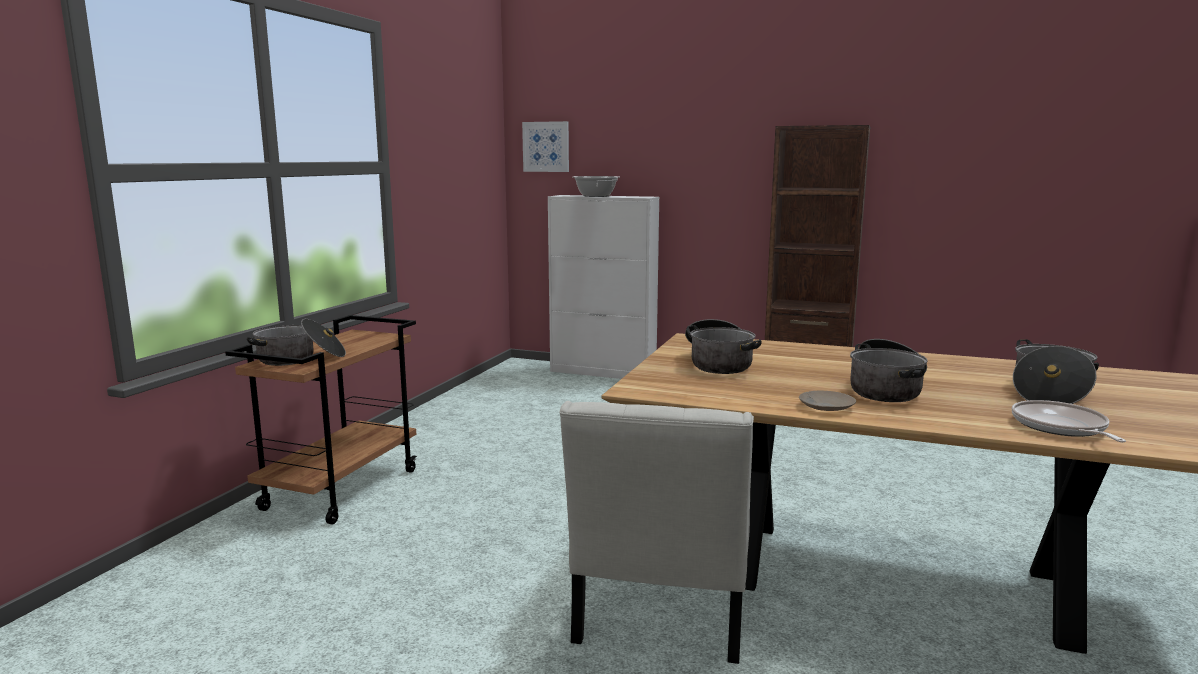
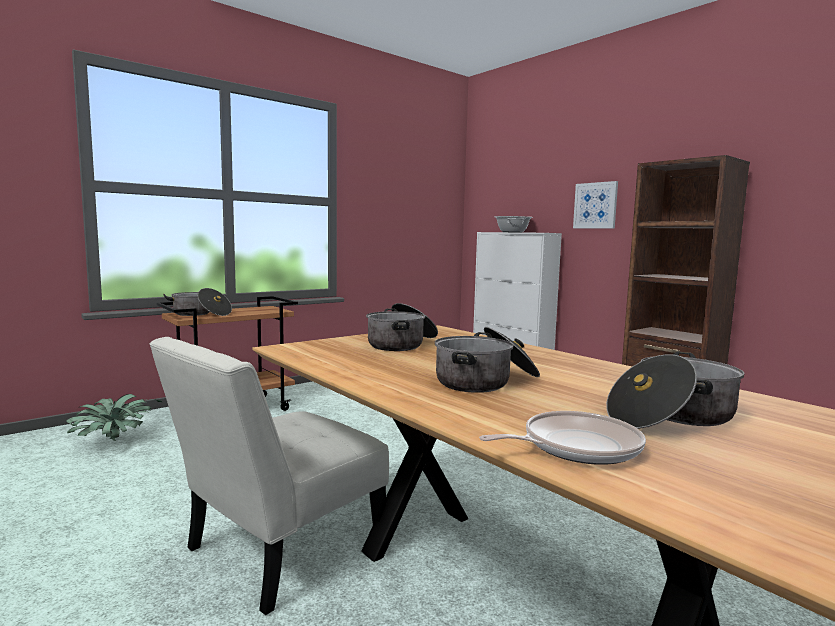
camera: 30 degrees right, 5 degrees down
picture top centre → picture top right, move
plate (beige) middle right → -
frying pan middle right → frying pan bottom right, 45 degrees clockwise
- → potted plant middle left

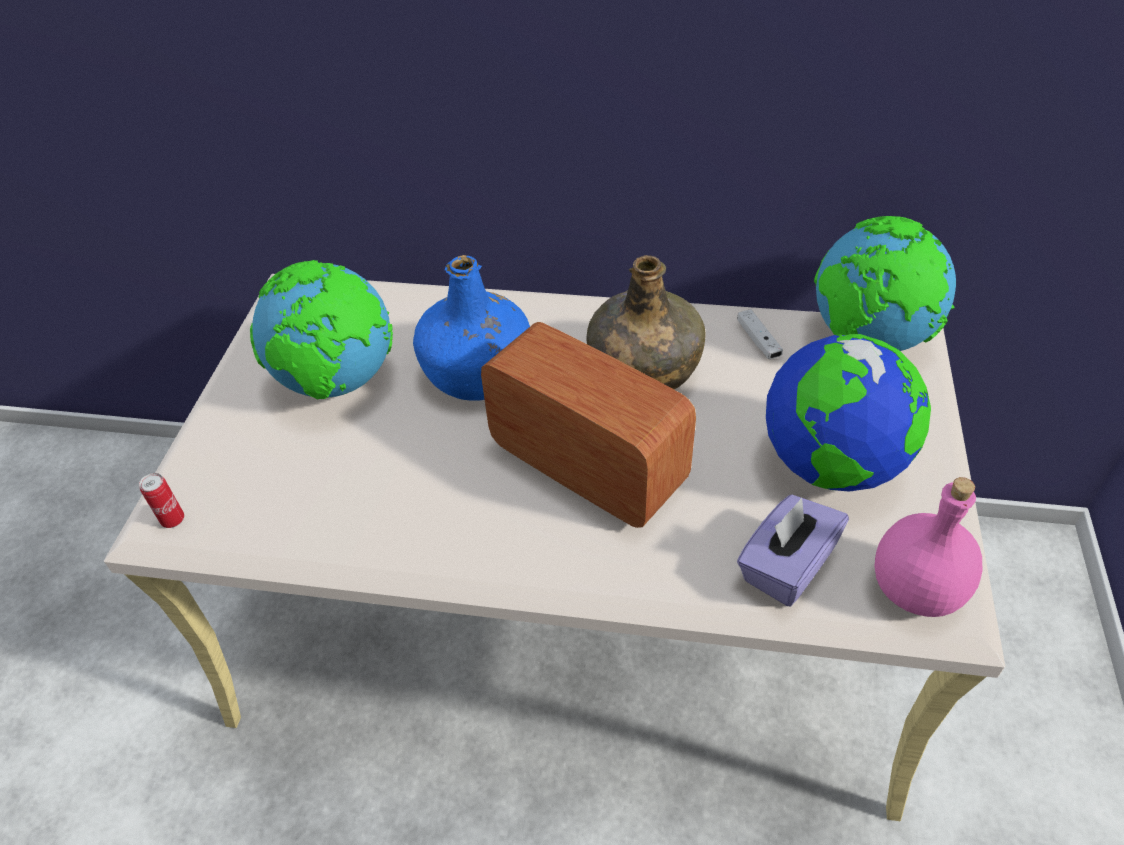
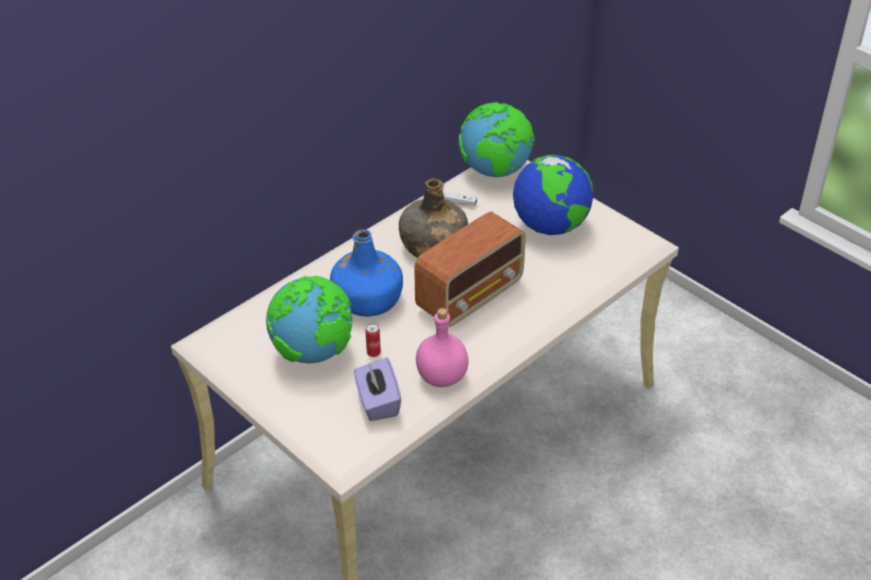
camera: 55 degrees left, 5 degrees down
radio centre, 150 degrees clockwise
can middle left → can centre, move
bottle (pink) middle right → bottle (pink) centre, move
tissue box (purple) middle right → tissue box (purple) bottom centre, move

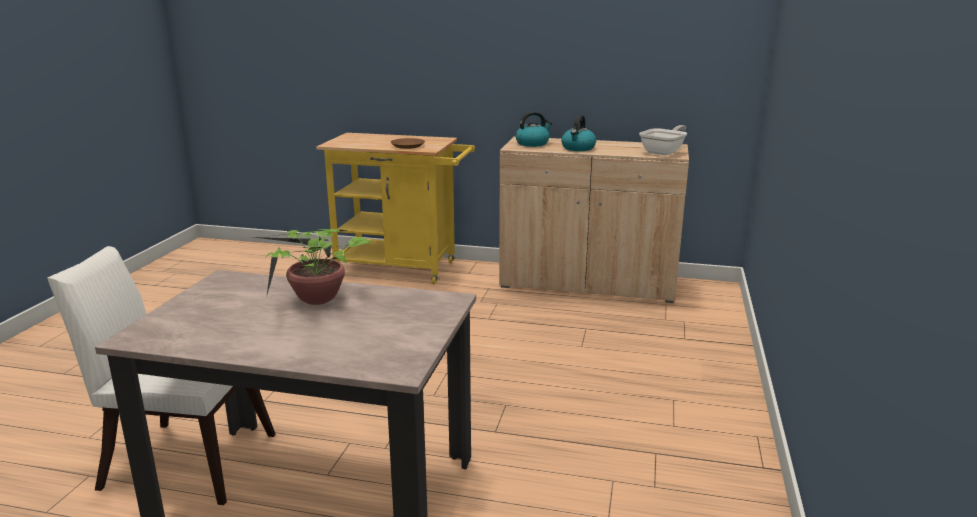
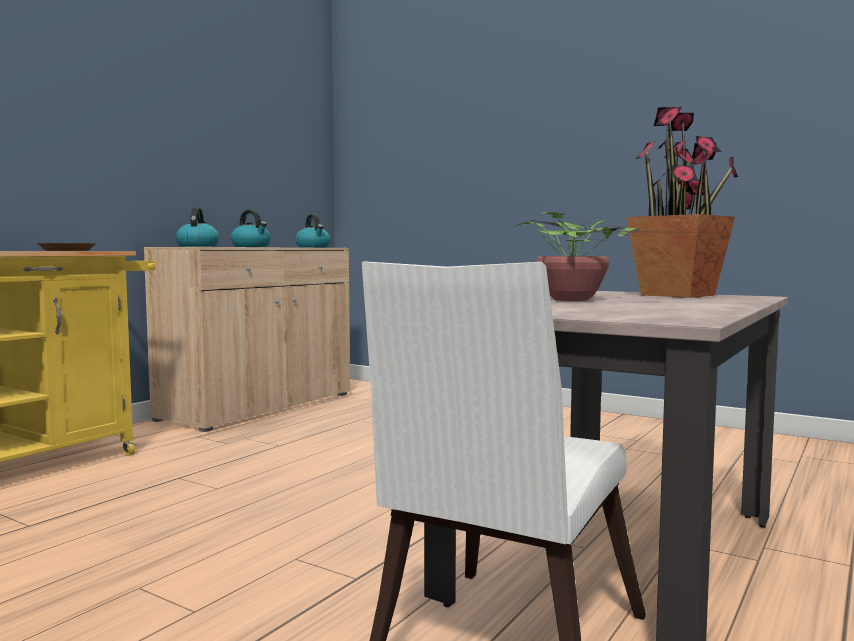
camera: 70 degrees left, 15 degrees down
frying pan top right → kettle (3rd from left) centre
- → potted plant (2nd from left) top right

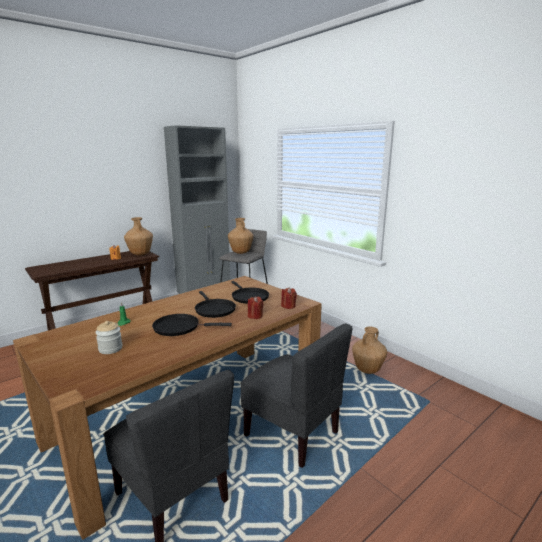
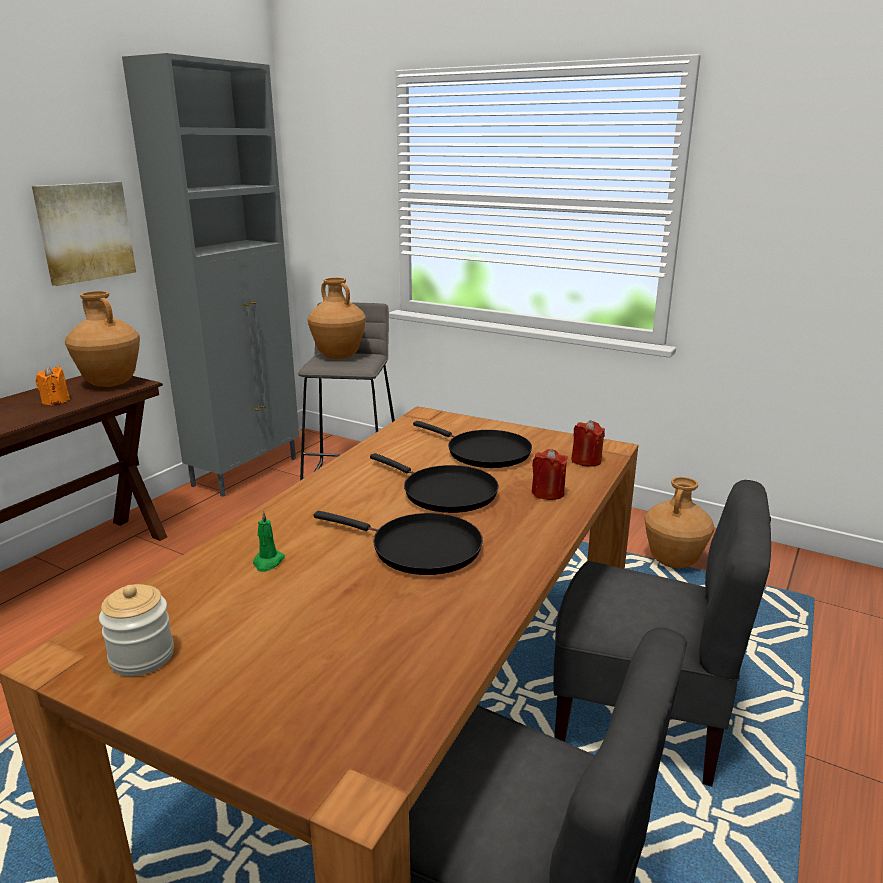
camera: 20 degrees left, 5 degrees up
frying pan (black) (1st from left) centre, 135 degrees counterclockwise
jar middle left → jar bottom left, move
- → picture top left

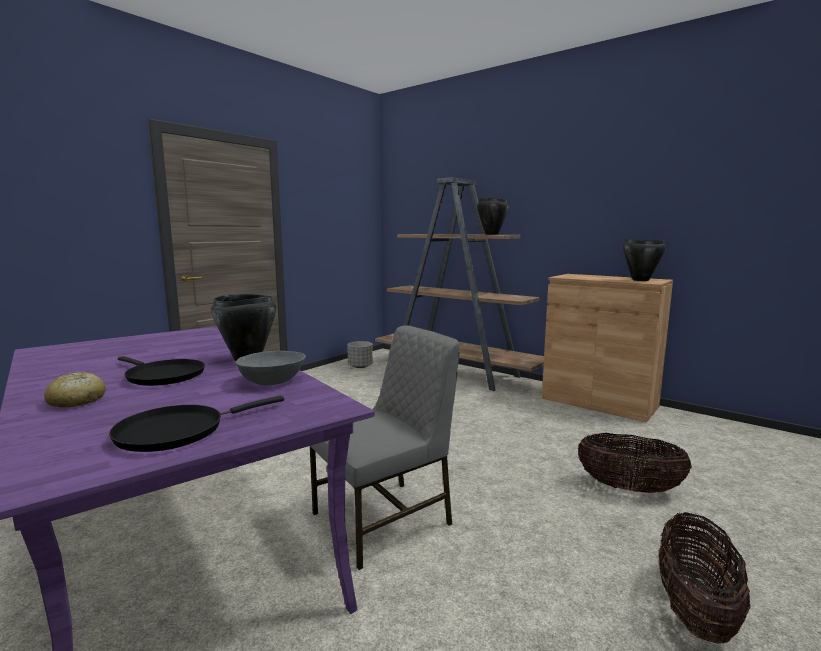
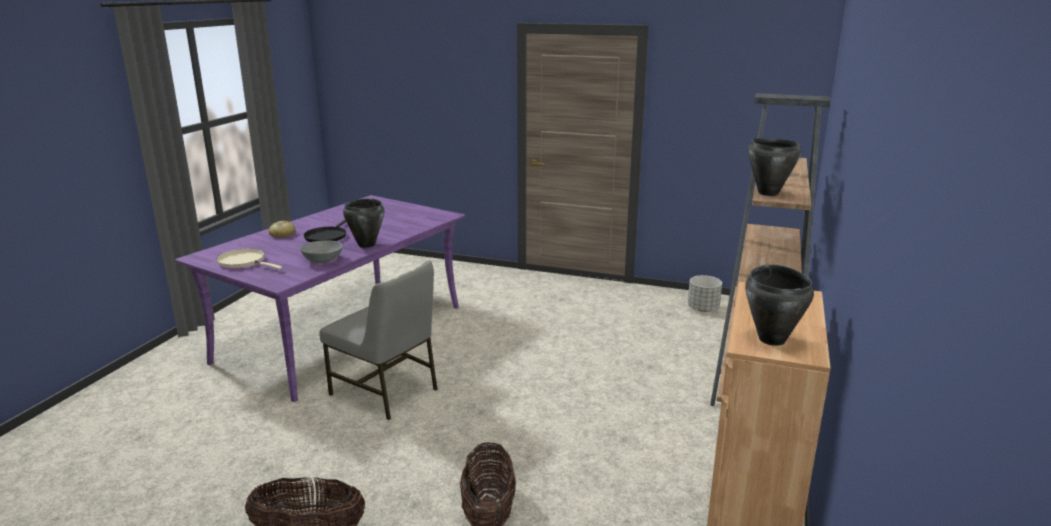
camera: 70 degrees right, 10 degrees up
frying pan (black) (2nd from left) middle left → frying pan (beige) middle left

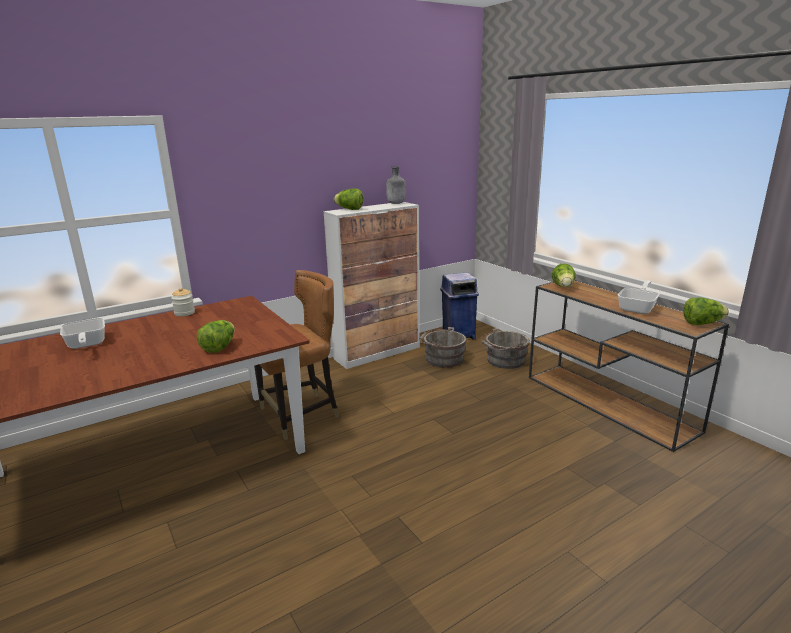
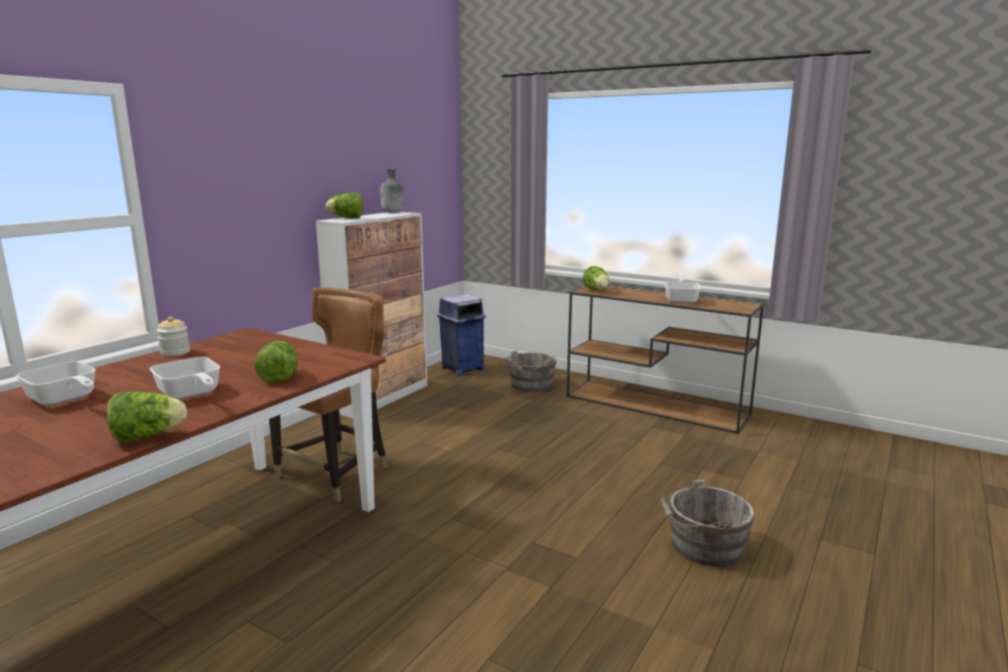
camera: 25 degrees left, 5 degrees down
lettuce (4th from left in the first image) middle right → lettuce (1st from left) middle left, move
bucket (grey) (1st from left in the first image) centre → bucket (grey) (2nd from left) bottom right, move
- → frying pan (2nd from left) middle left

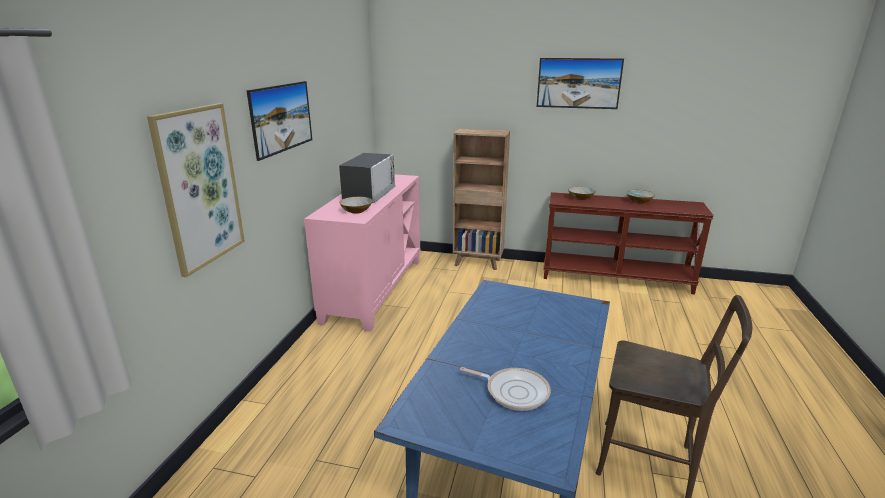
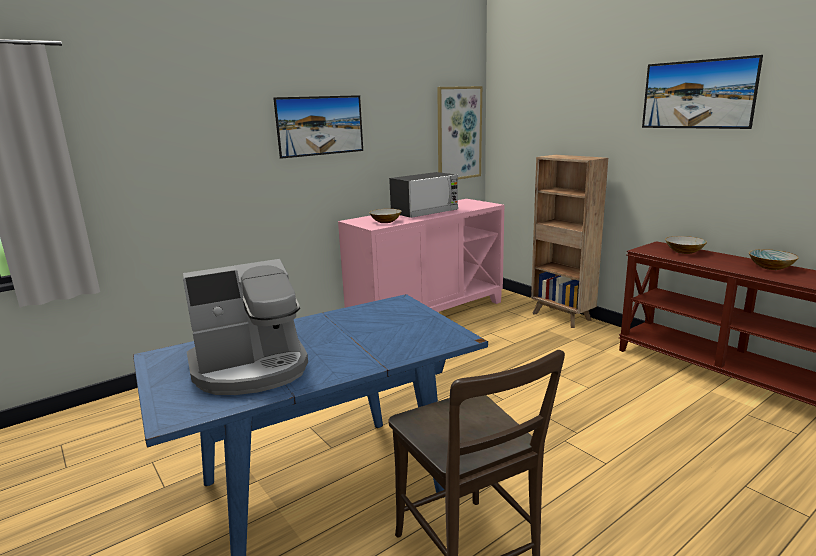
camera: 40 degrees right, 5 degrees down
picture (1st from left in the first image) middle left → picture (2nd from left) top centre, move
frying pan bottom centre → coffee machine middle left

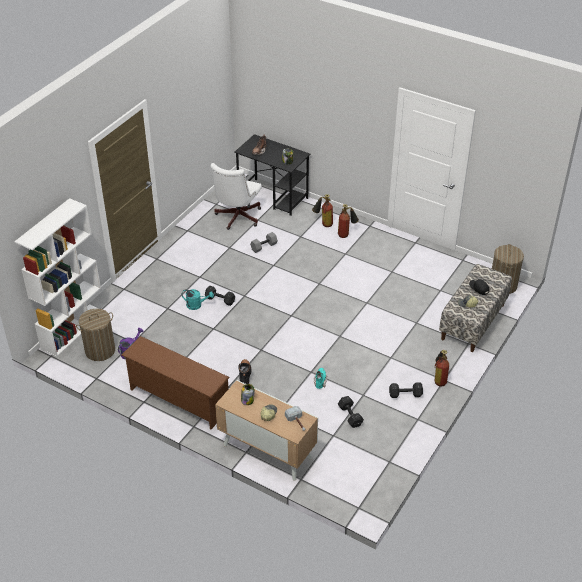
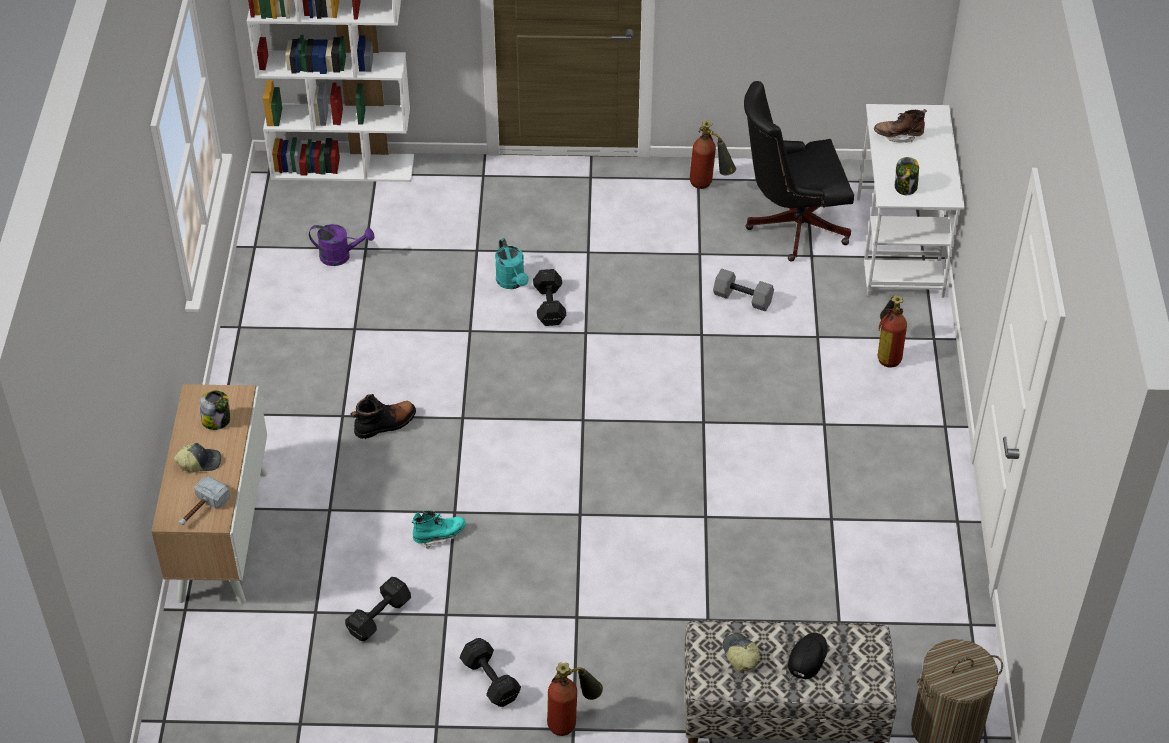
camera: 60 degrees right, 5 degrees up
desk (black) top centre → desk (white) top right
office chair (white) centre → office chair (black) top right
fire extinguisher (2nd from left) centre → fire extinguisher (2nd from left) top centre, move
laundry basket (1st from left) middle left → -
shoe rack (brown) middle left → -

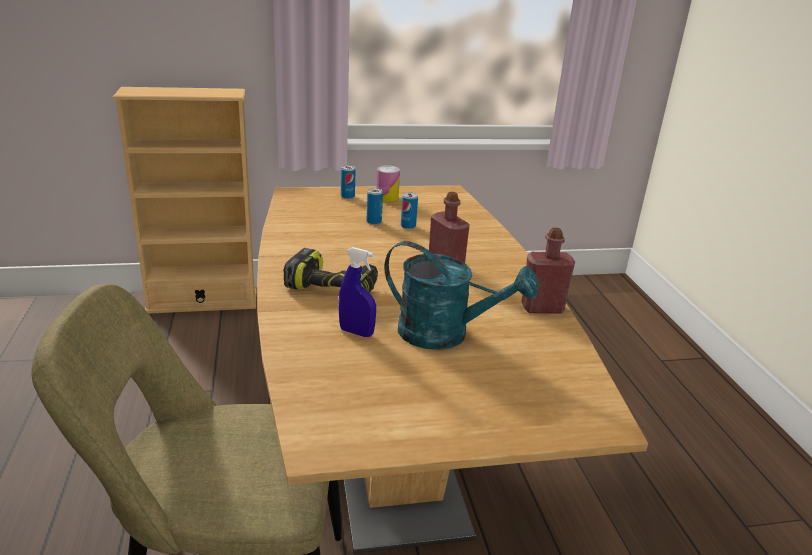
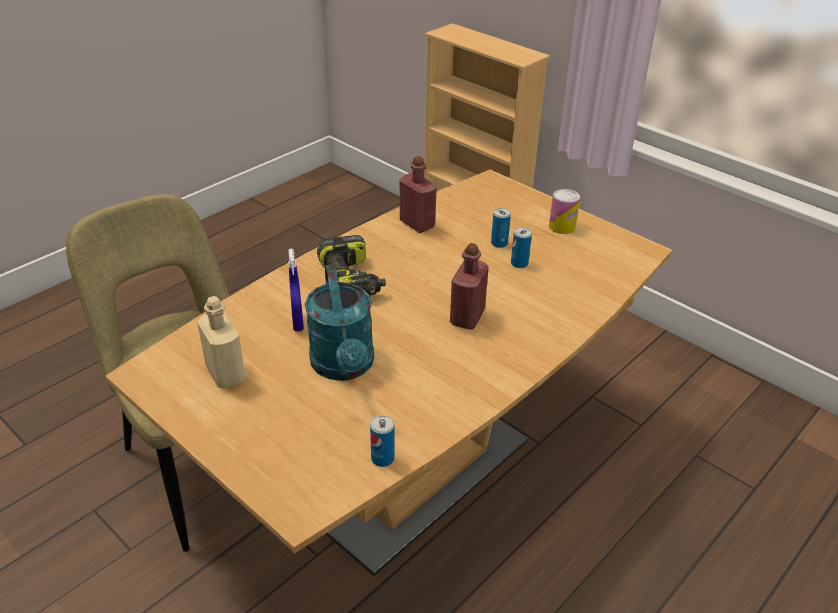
camera: 55 degrees right, 10 degrees up
can (1st from left) top centre → can (1st from left) bottom centre, move
bottle (red) (2nd from left in the first image) middle right → bottle (red) (1st from left) top centre, move
- → bottle (beige) middle left

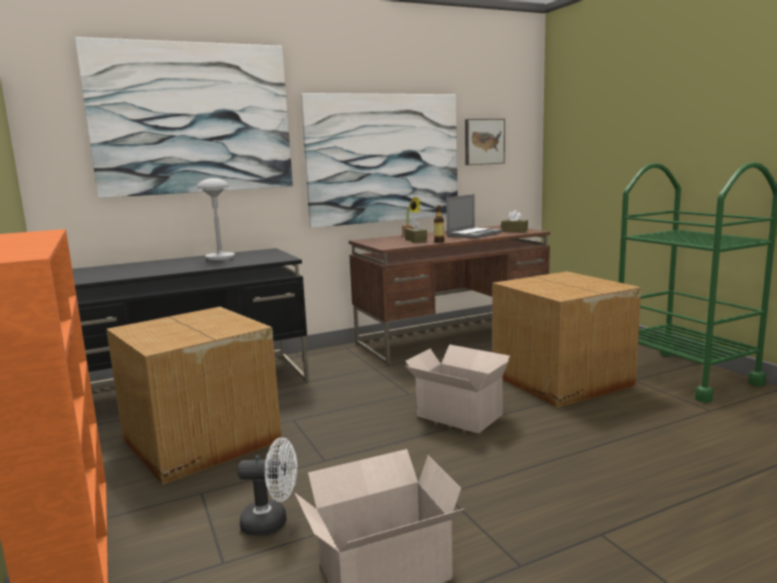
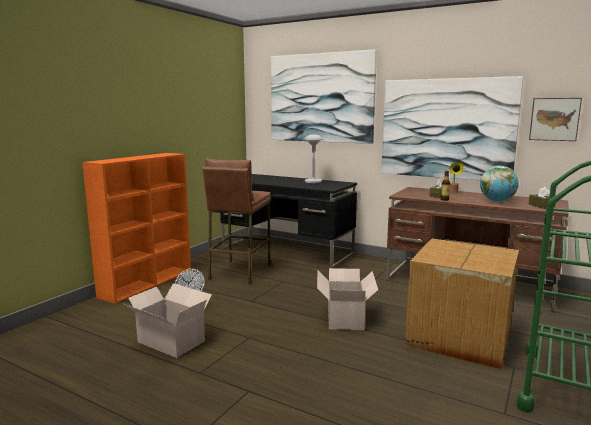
camera: 55 degrees right, 0 degrees up
laptop centre → globe middle right
cardboard box (1st from left) bottom left → stool (brown) centre

